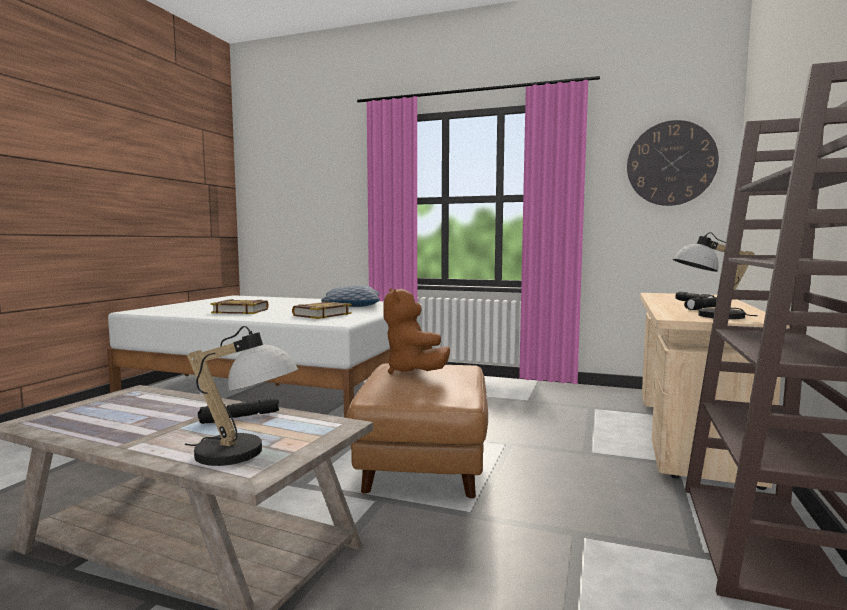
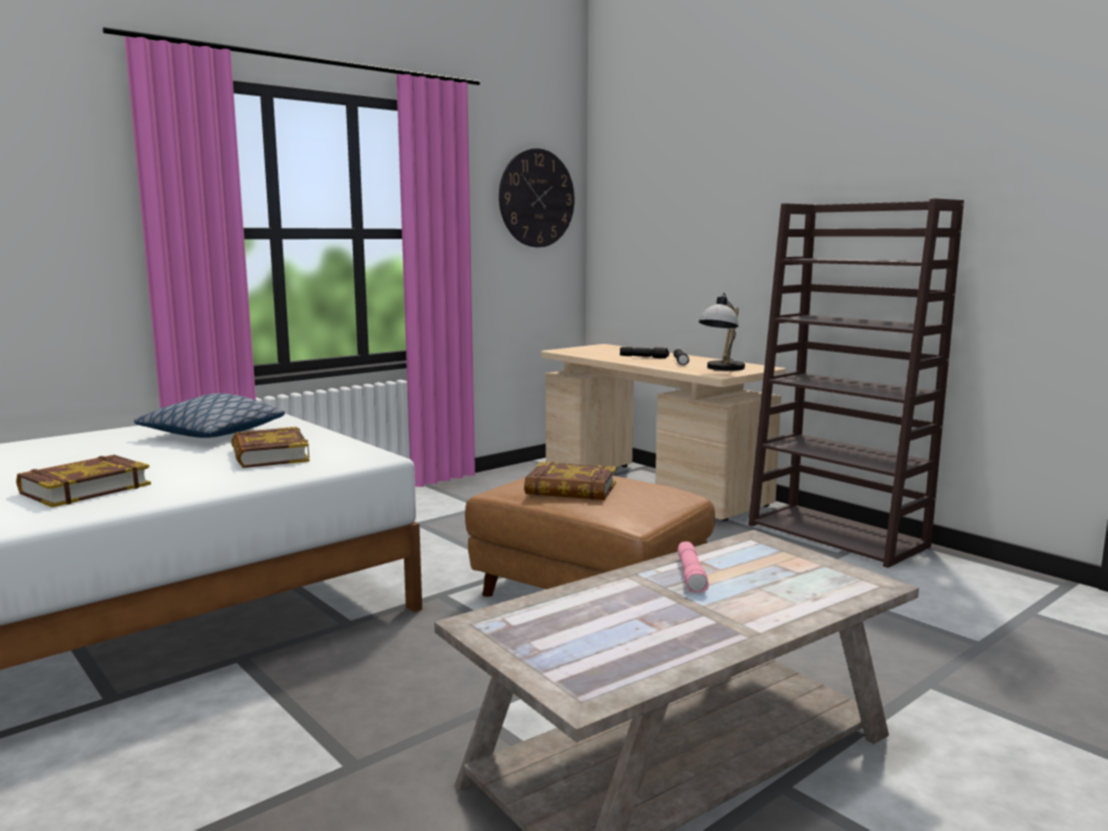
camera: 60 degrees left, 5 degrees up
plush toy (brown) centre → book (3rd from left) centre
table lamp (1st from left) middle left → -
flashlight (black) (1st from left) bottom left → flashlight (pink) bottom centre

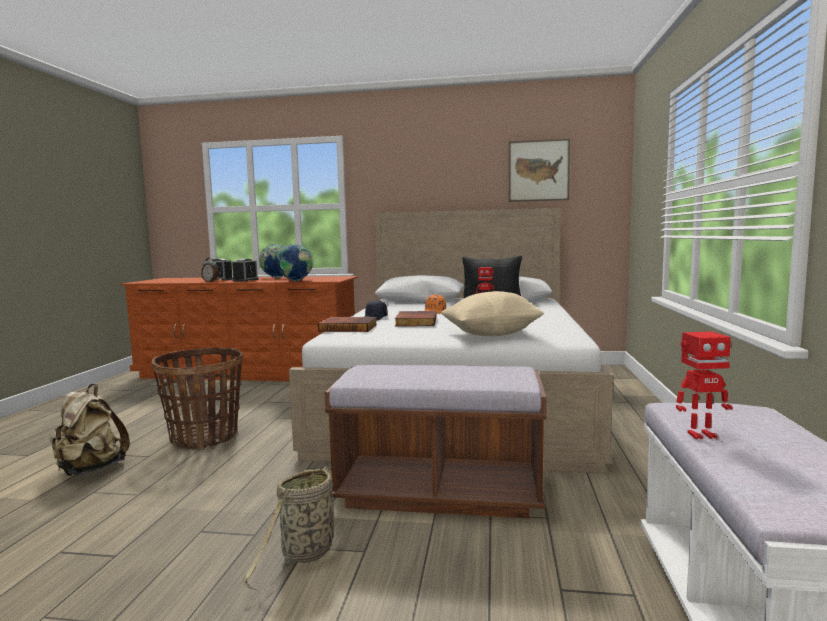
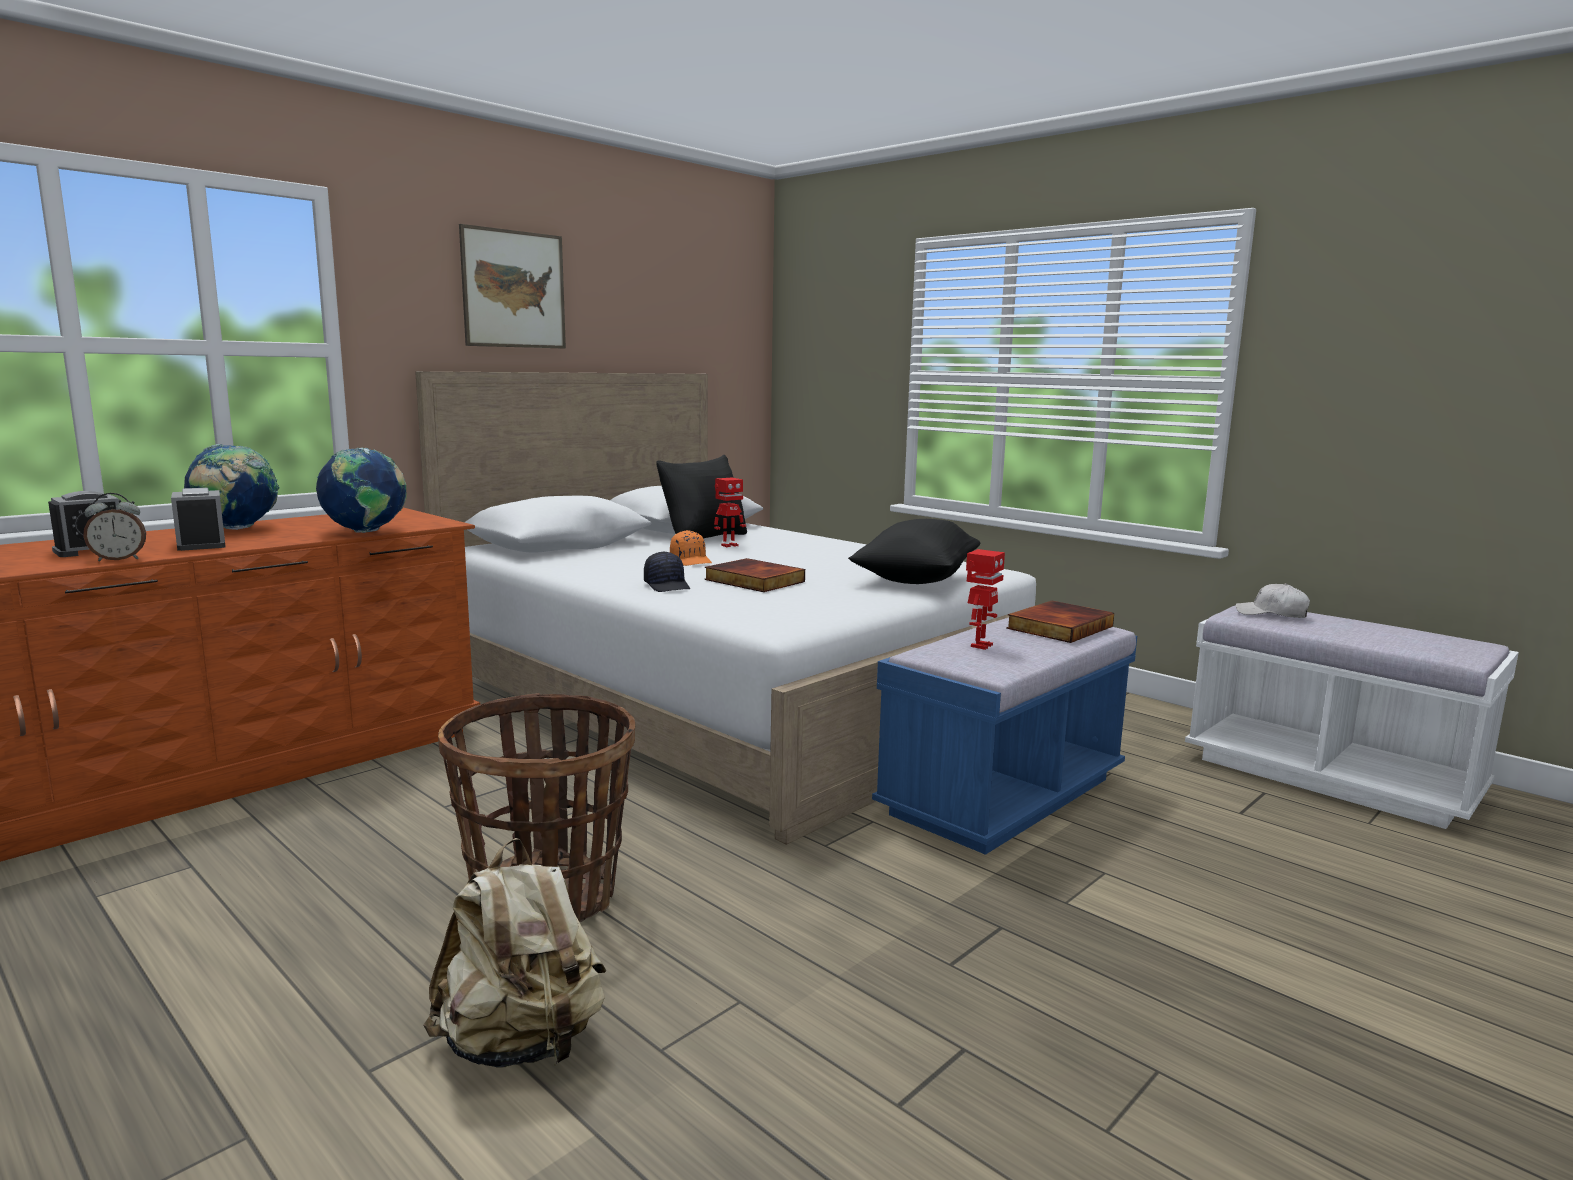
camera: 55 degrees left, 5 degrees up
picture top centre → picture top left, move
pillow (beige) centre → pillow (black) (2nd from left) centre
book (1st from left in the first image) centre → book (2nd from left) middle right, move
toy robot (2nd from left) middle right → toy robot (2nd from left) centre, move
bench (brown) bottom centre → bench (blue) centre
basket (2nd from left) bottom centre → -
- → cap (white) middle right

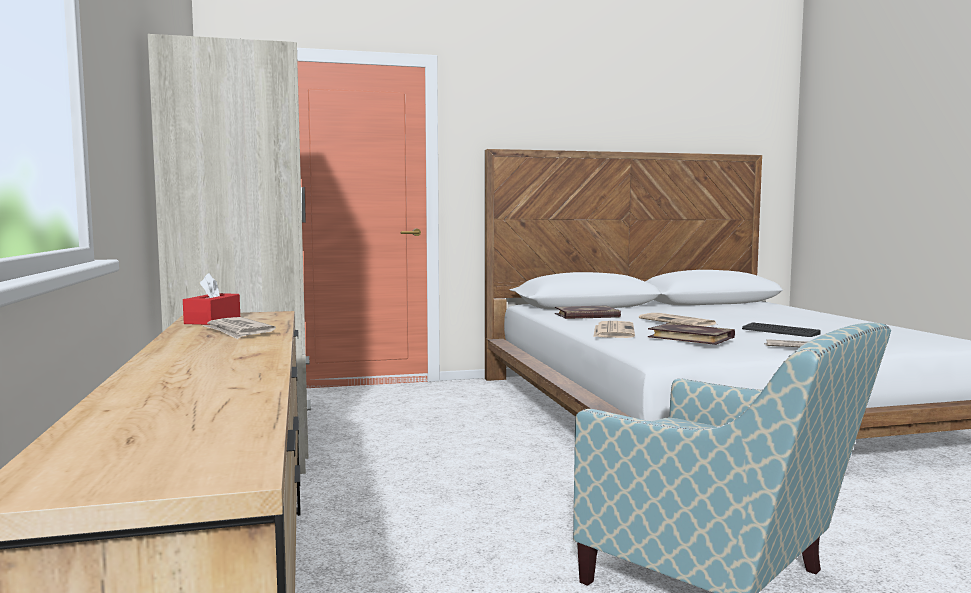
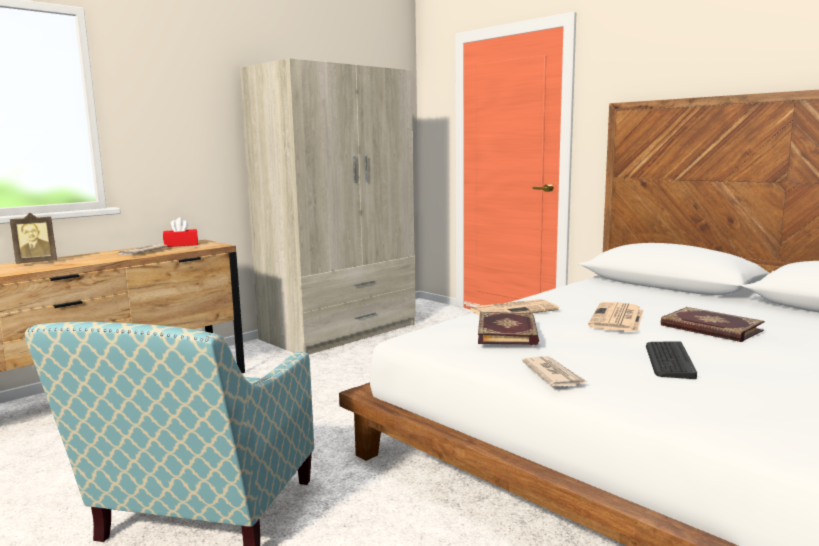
camera: 60 degrees right, 5 degrees up
book (1st from left in the first image) centre → book (2nd from left) middle right, move
- → picture frame middle left

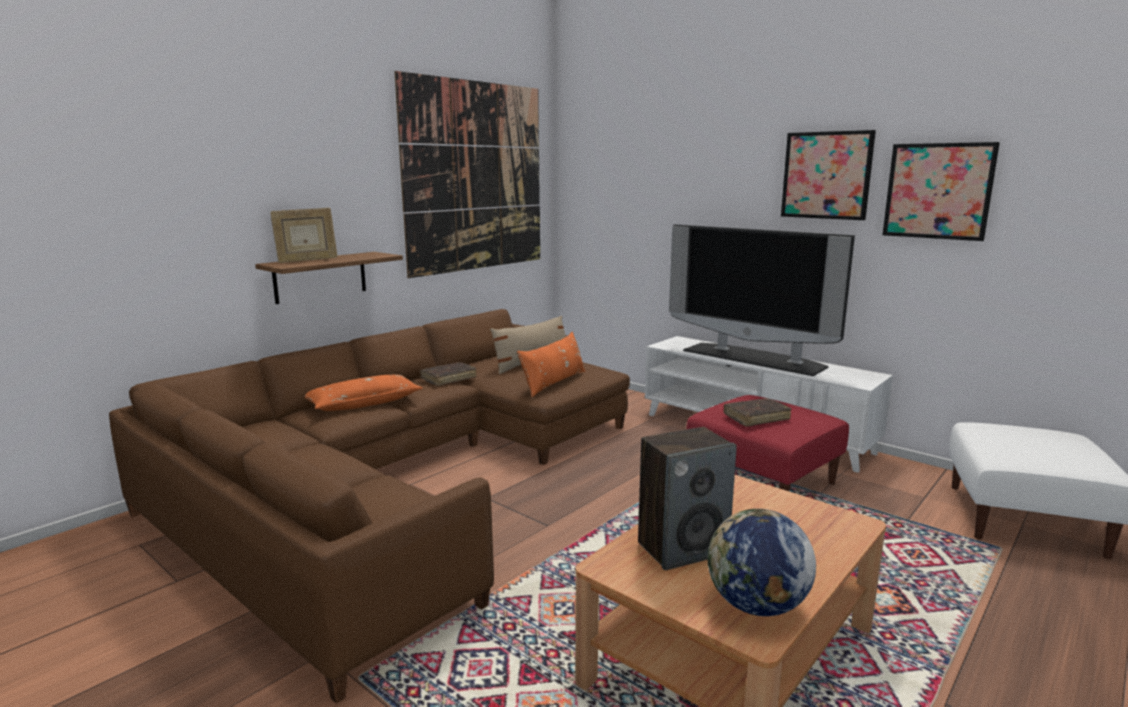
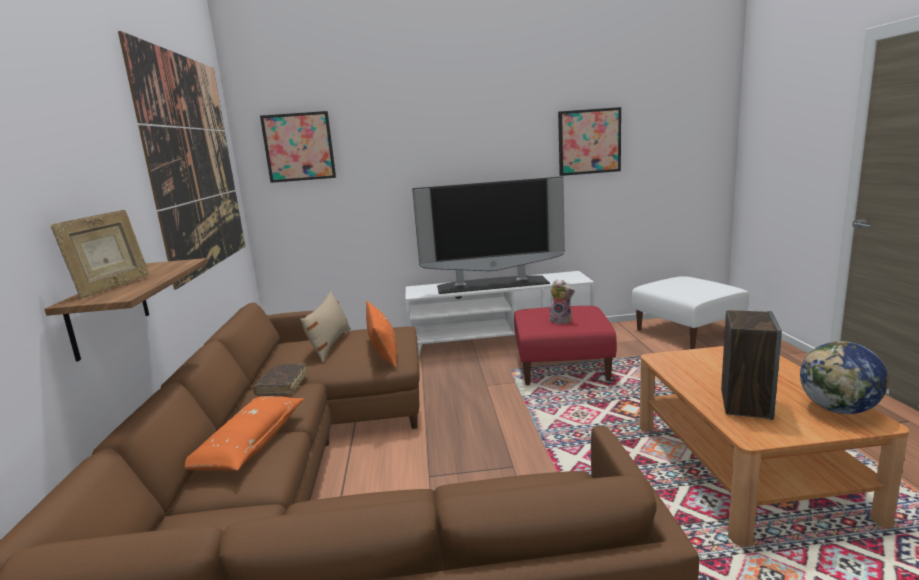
camera: 45 degrees left, 0 degrees up
picture (2nd from left) top right → picture (2nd from left) top left, move
book (brown) (2nd from left) middle right → plush toy centre

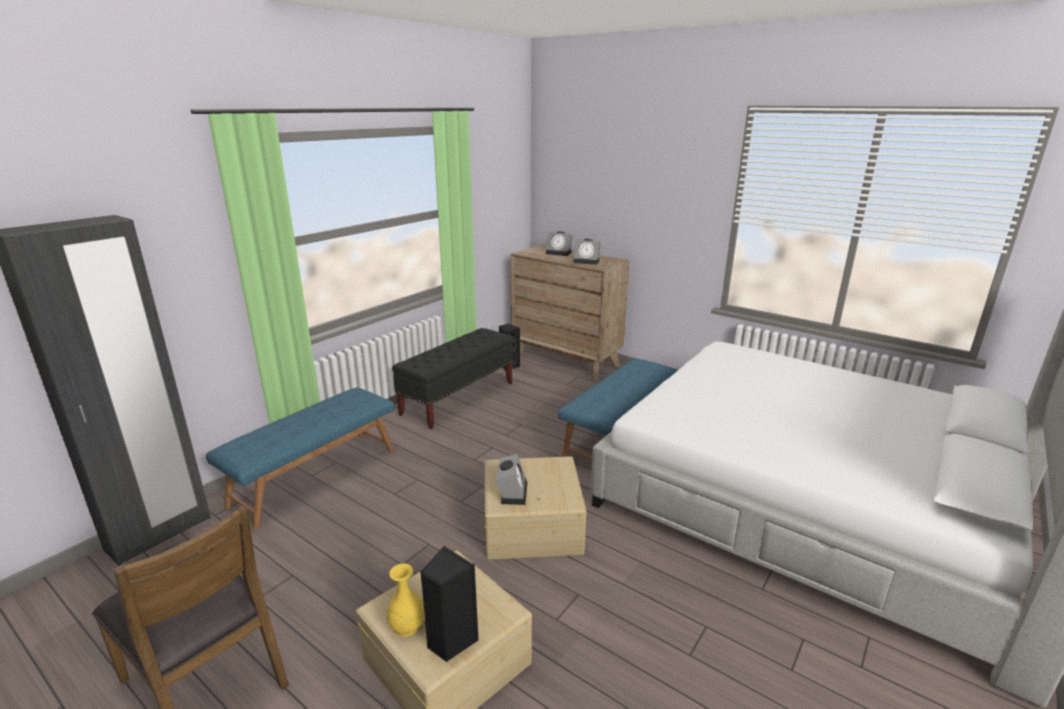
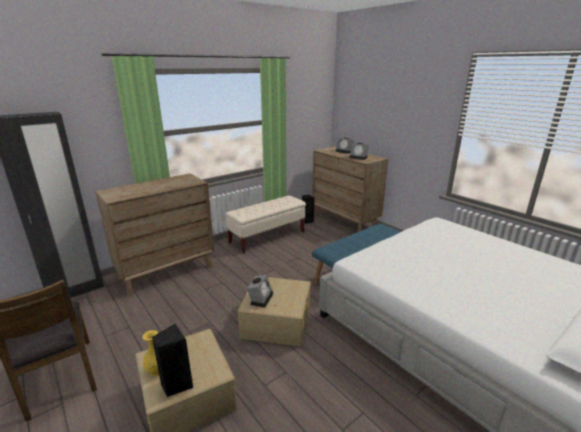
camera: 15 degrees right, 0 degrees up
bench (black) centre → bench (beige) centre
bench (blue) (1st from left) middle left → dresser (brown) (1st from left) middle left

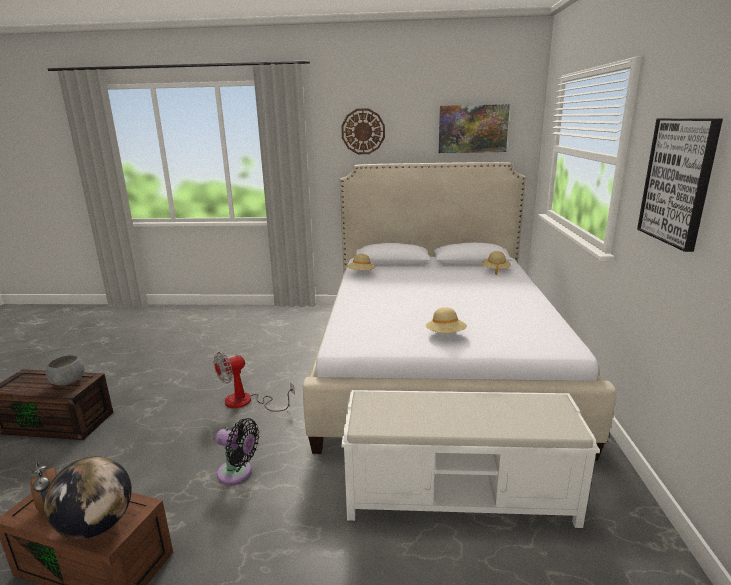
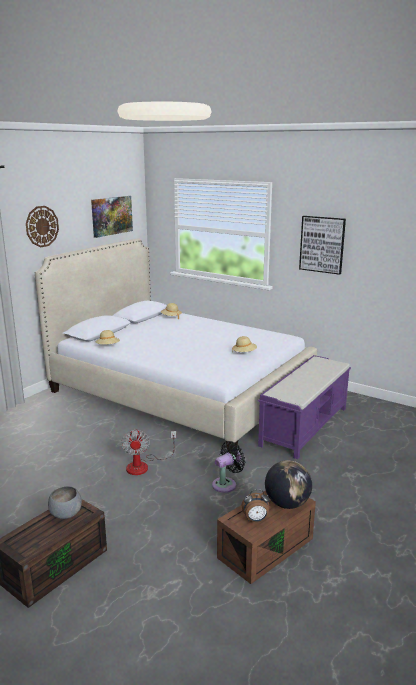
camera: 60 degrees left, 0 degrees up
bench (white) bottom centre → bench (purple) middle right

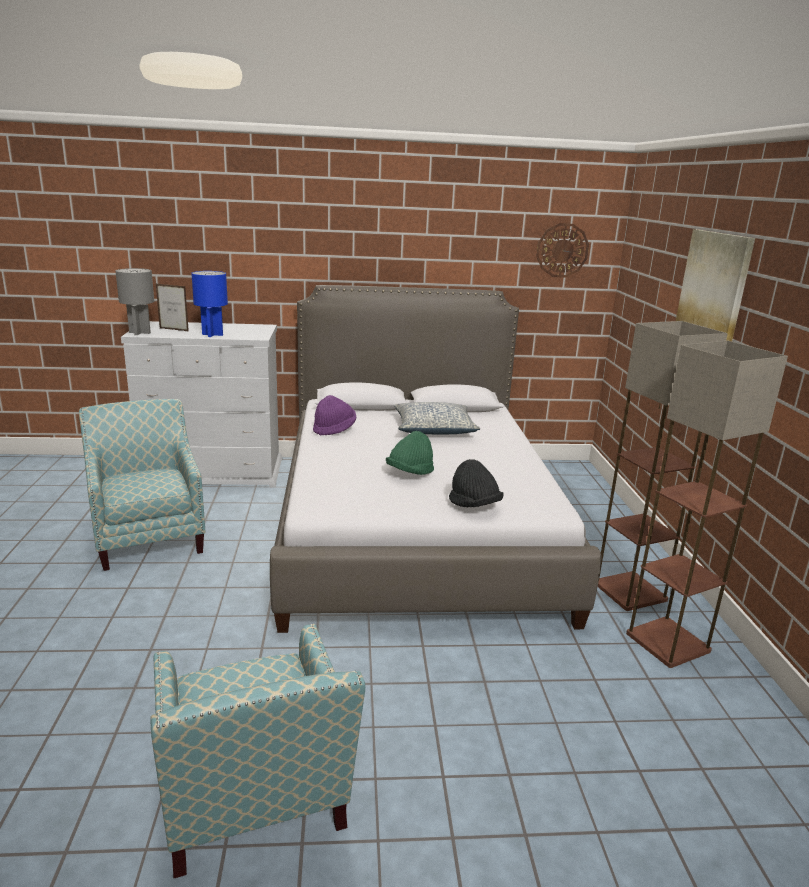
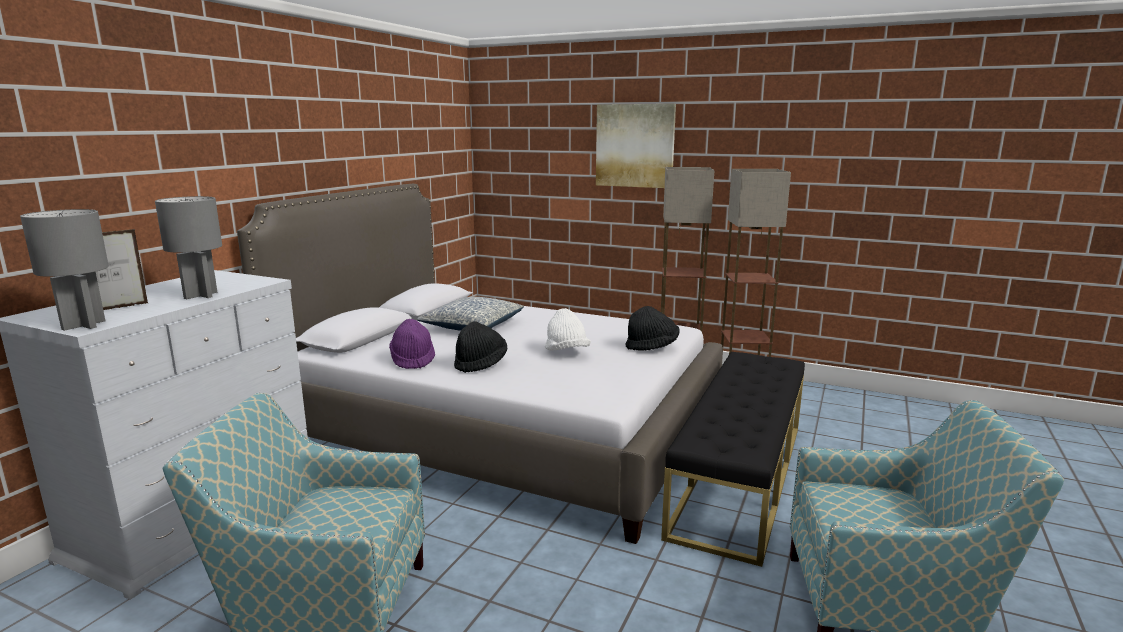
camera: 60 degrees left, 5 degrees down
wall clock top right → -
table lamp (blue) middle left → table lamp (grey) (2nd from left) middle left
hat (green) centre → hat (white) centre
- → hat (black) (1st from left) centre
- → bench (black) bottom centre

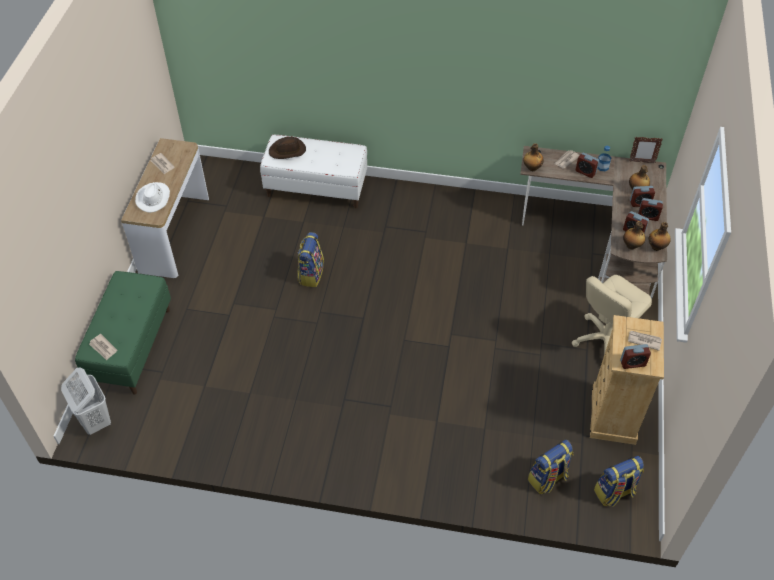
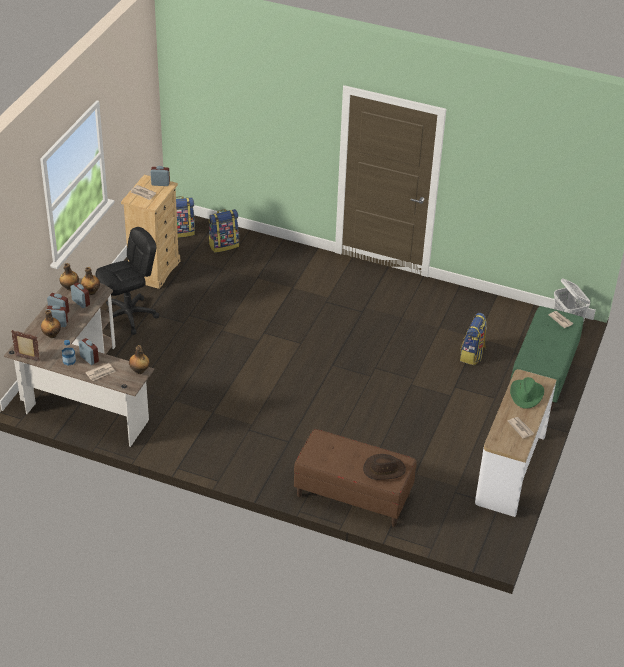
camera: 170 degrees left, 10 degrees down
bench (white) top centre → bench (brown) bottom centre
hat (white) middle left → hat (green) middle right
backpack (1st from left in the first image) centre → backpack (3rd from left) middle right, move
office chair (beige) middle right → office chair (black) middle left

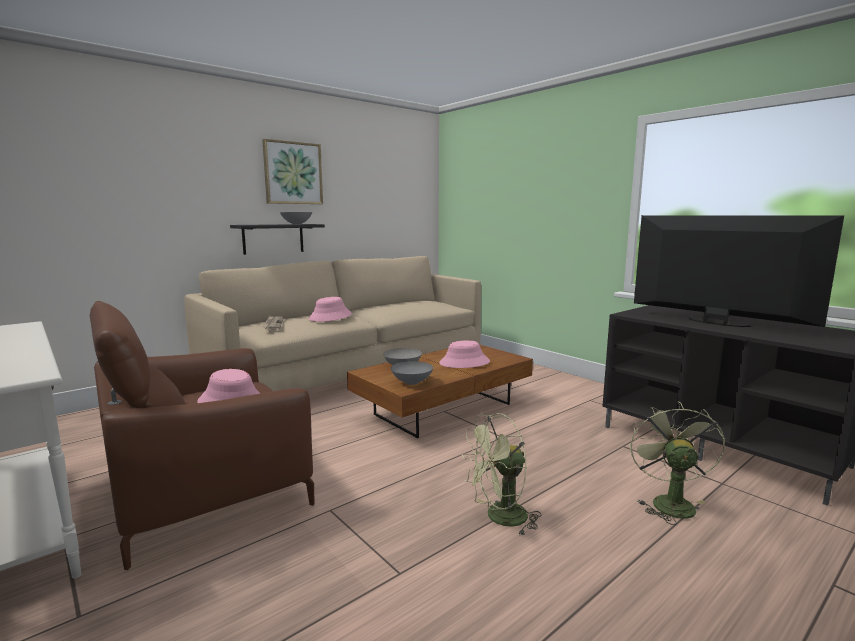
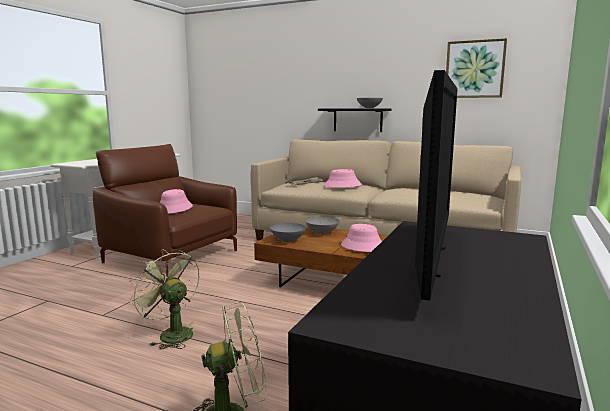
camera: 65 degrees right, 0 degrees up
picture top centre → picture top right, move

